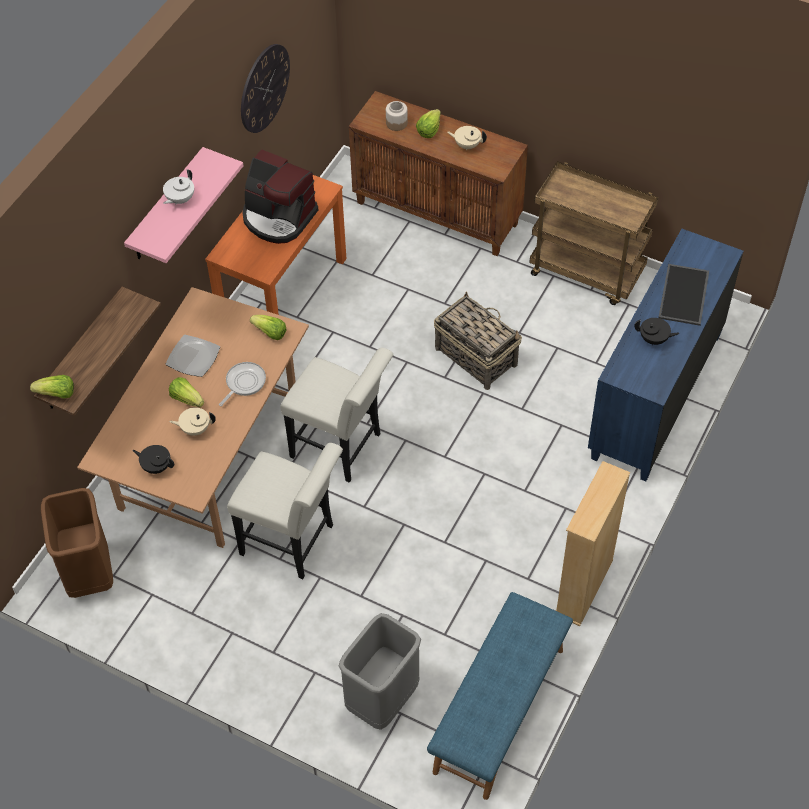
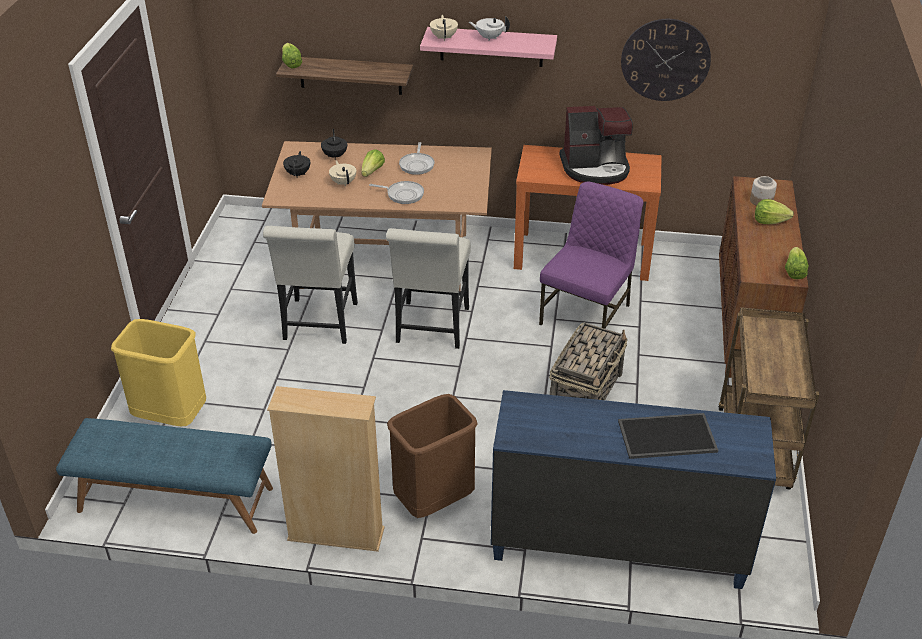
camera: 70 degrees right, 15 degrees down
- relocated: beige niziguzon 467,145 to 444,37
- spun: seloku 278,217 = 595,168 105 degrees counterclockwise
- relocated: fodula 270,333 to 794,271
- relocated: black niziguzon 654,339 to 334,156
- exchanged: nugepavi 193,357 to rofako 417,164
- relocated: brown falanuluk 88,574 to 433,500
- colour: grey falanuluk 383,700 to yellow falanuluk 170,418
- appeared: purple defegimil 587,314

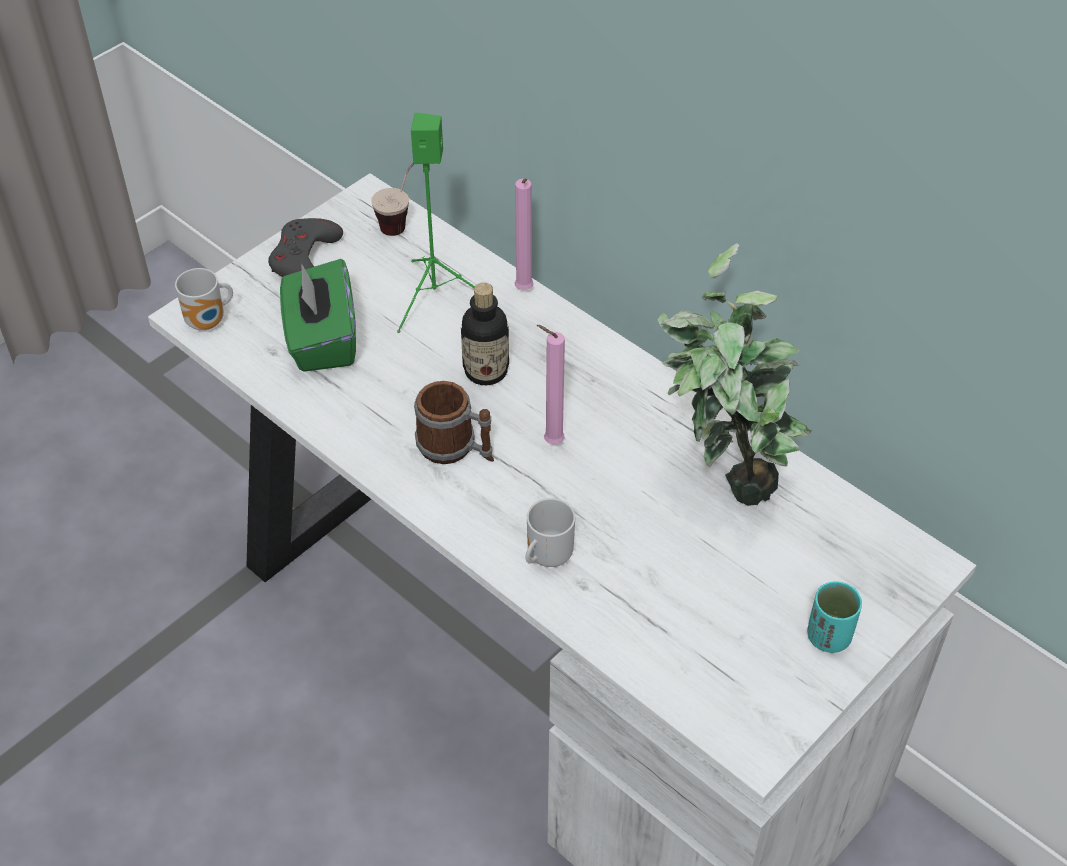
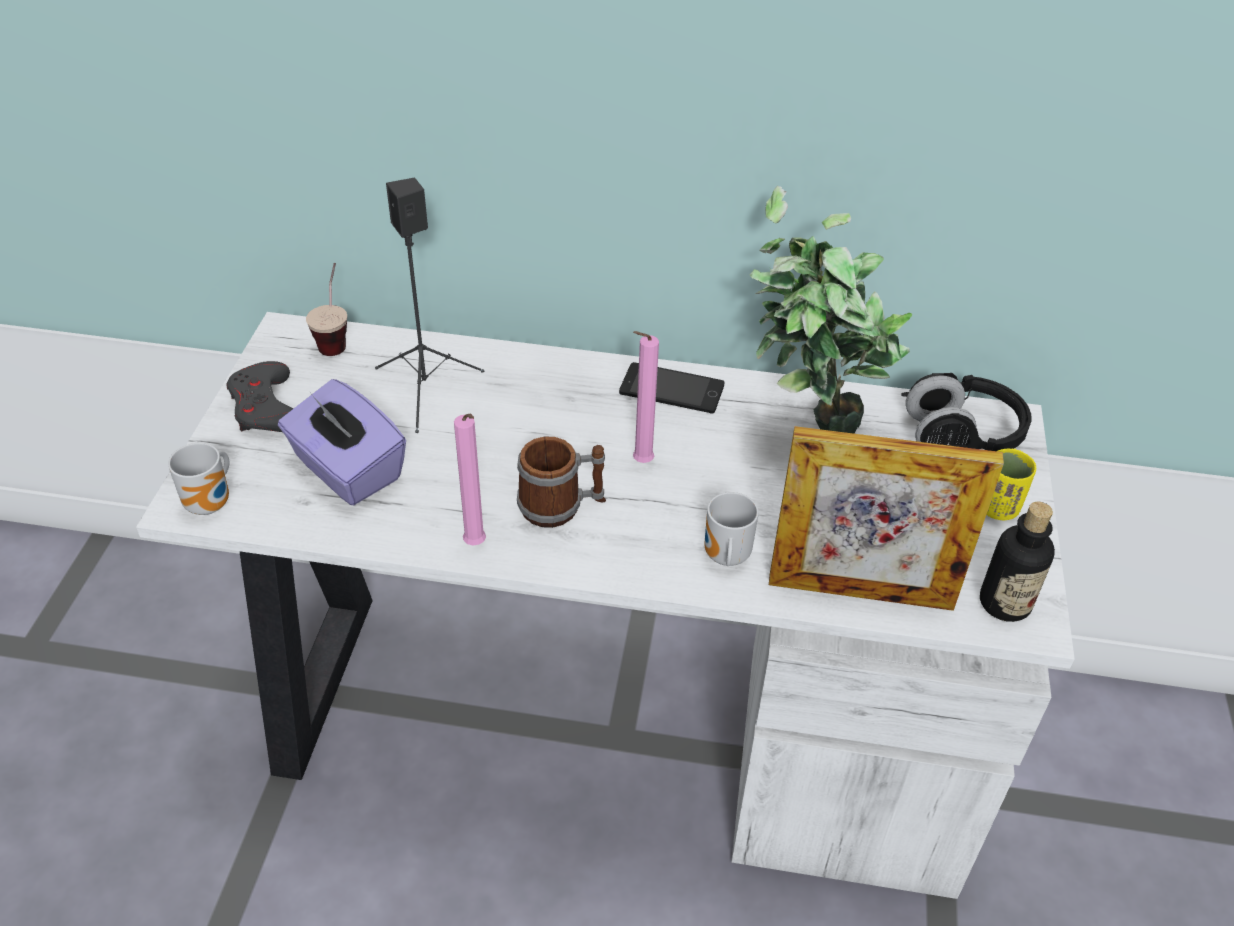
camera: 35 degrees left, 5 degrees down
- colour: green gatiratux 434,298 to black gatiratux 426,390
- relocated: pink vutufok 523,291 to 476,546
- colour: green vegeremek 322,340 to purple vegeremek 347,470
- relocated: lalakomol 486,371 to 1004,603
- colour: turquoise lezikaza 828,637 to yellow lezikaza 997,508
- appeared: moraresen 671,389
- appeared: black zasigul 961,436
- appeared: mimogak 860,592

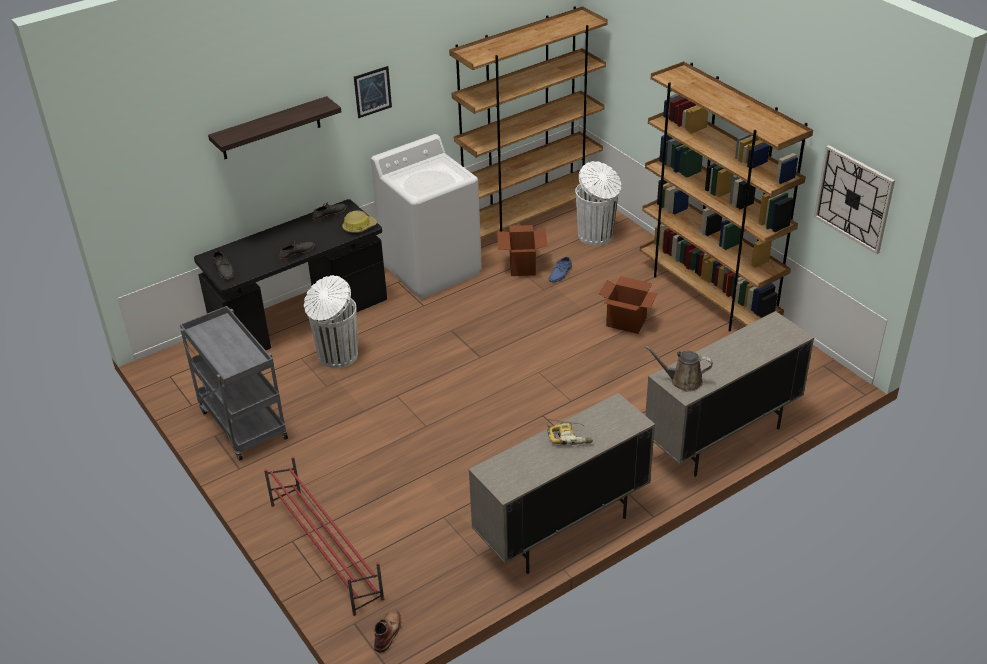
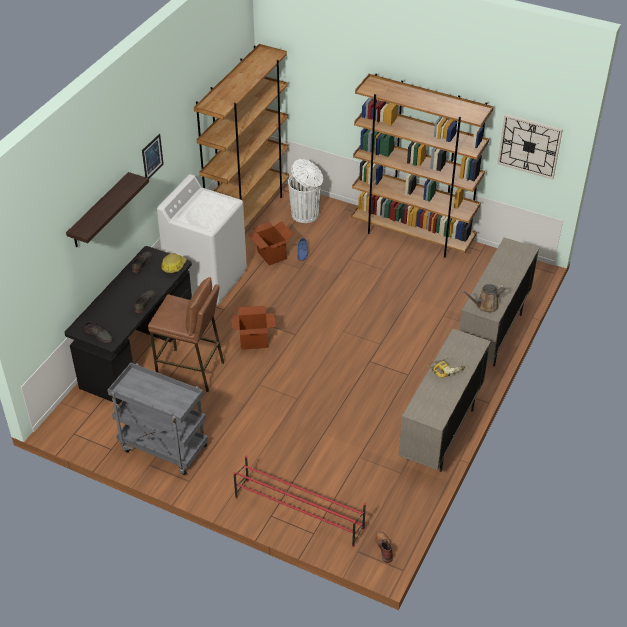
camera: 30 degrees left, 5 degrees up
- exchanged: white falanuluk 337,356 to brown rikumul 191,371
- relocated: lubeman 626,322 to 254,341

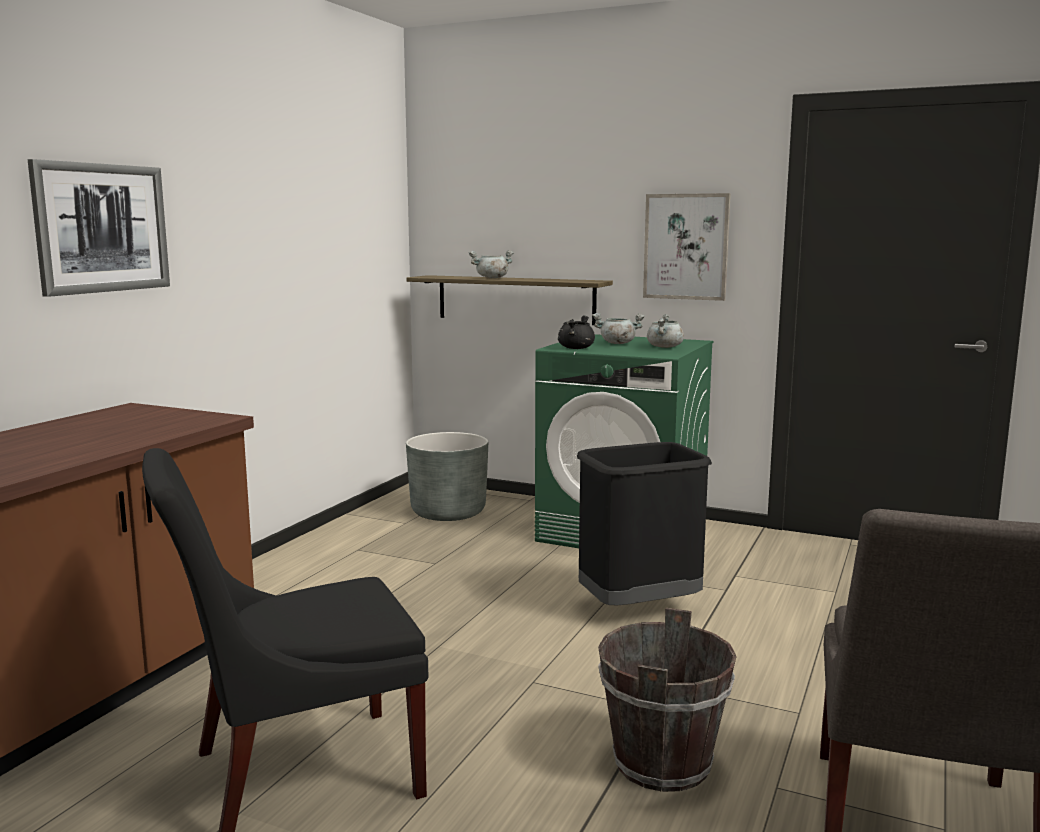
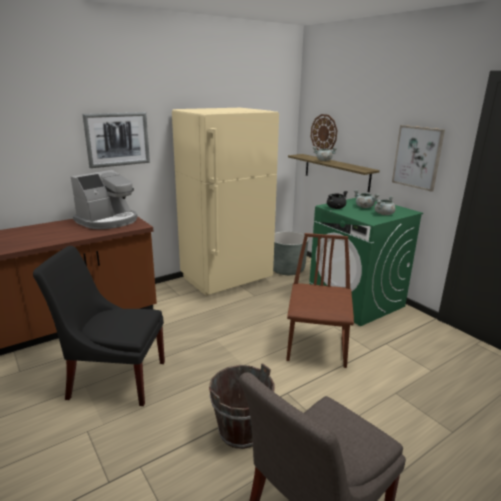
camera: 30 degrees right, 10 degrees up
- exchanged: black falanuluk 639,607 to brown defegimil 317,346
- appeared: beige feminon 227,279
- appeared: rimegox 324,133
- appeared: seloku 108,221

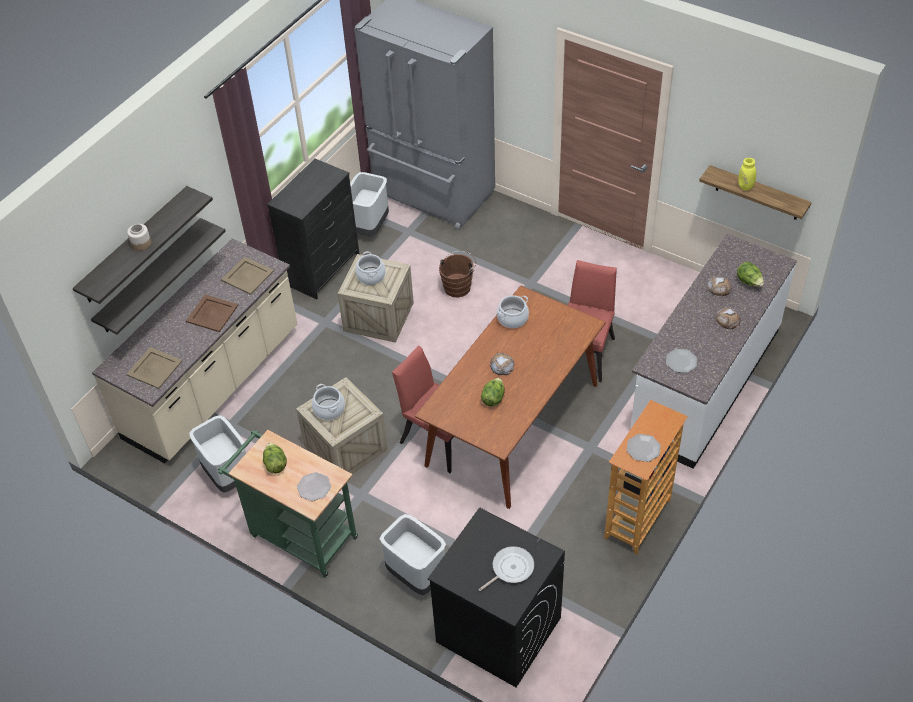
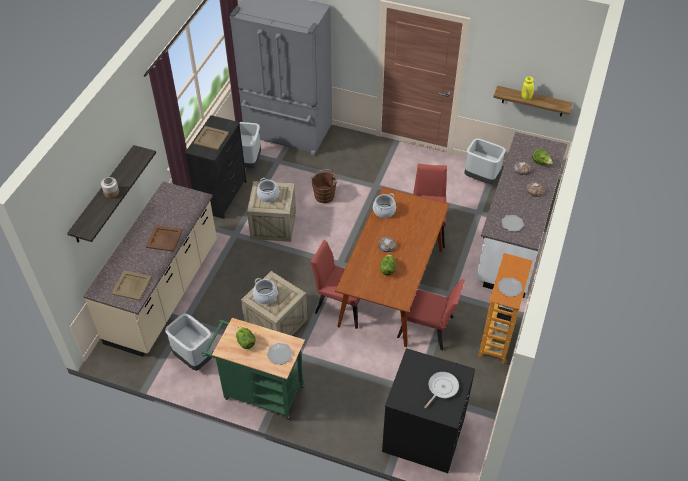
camera: 15 degrees left, 0 degrees up
- missing: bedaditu 150,276
- relocated: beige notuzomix 247,276 to 211,138
- relocated: grey falanuluk 415,576 to 481,178
- appeared: red defegimil 429,329

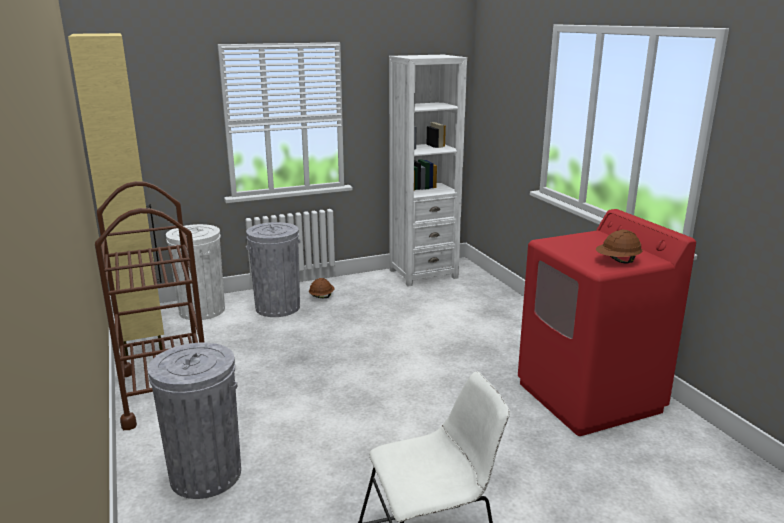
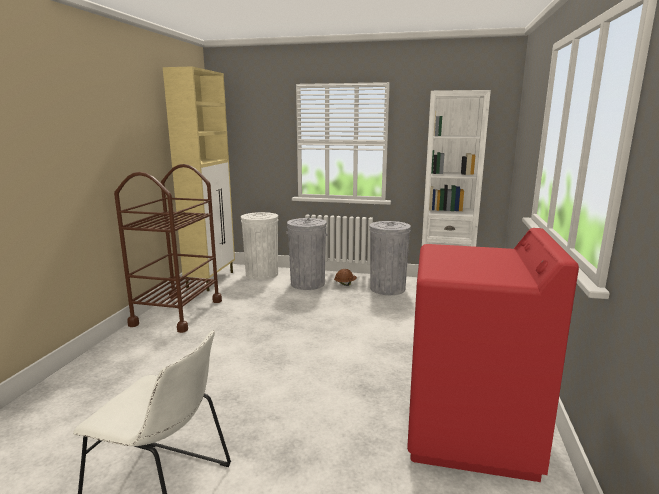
camera: 35 degrees right, 5 degrees down
- missing: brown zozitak 617,261
- relocated: grey falanuluk 206,474 to 387,288

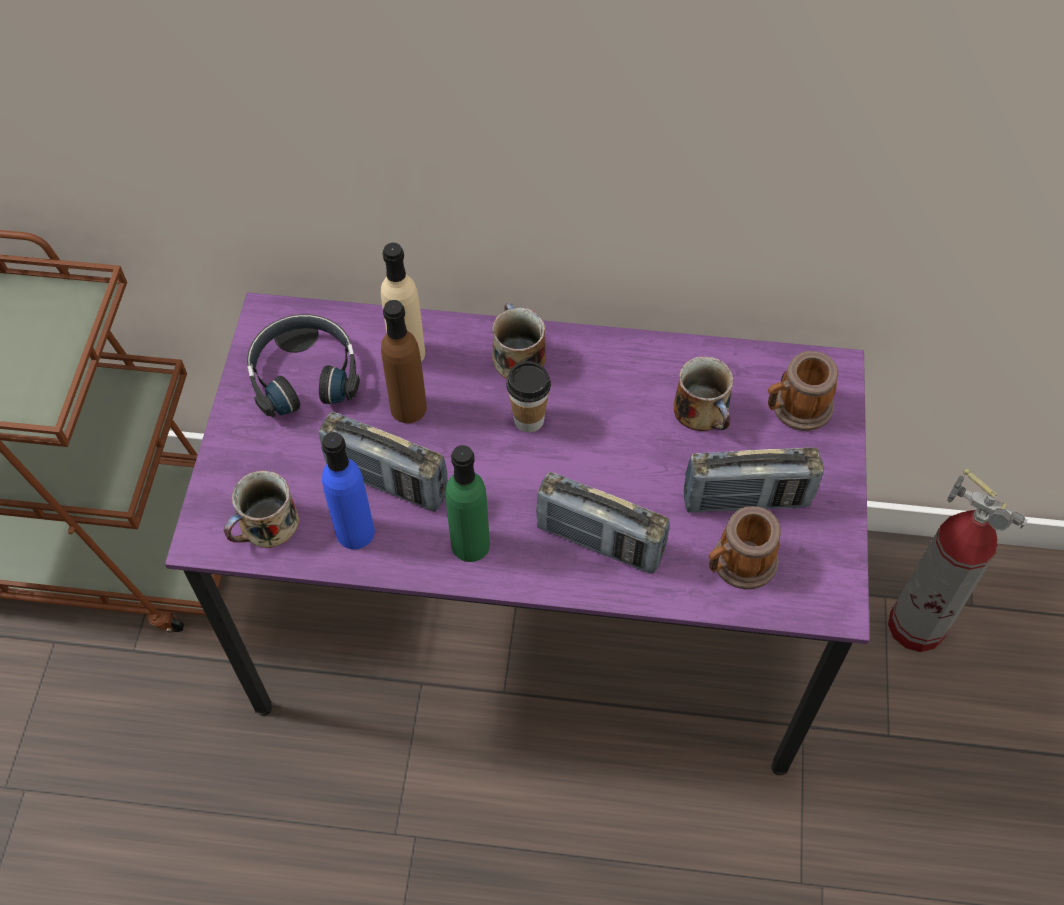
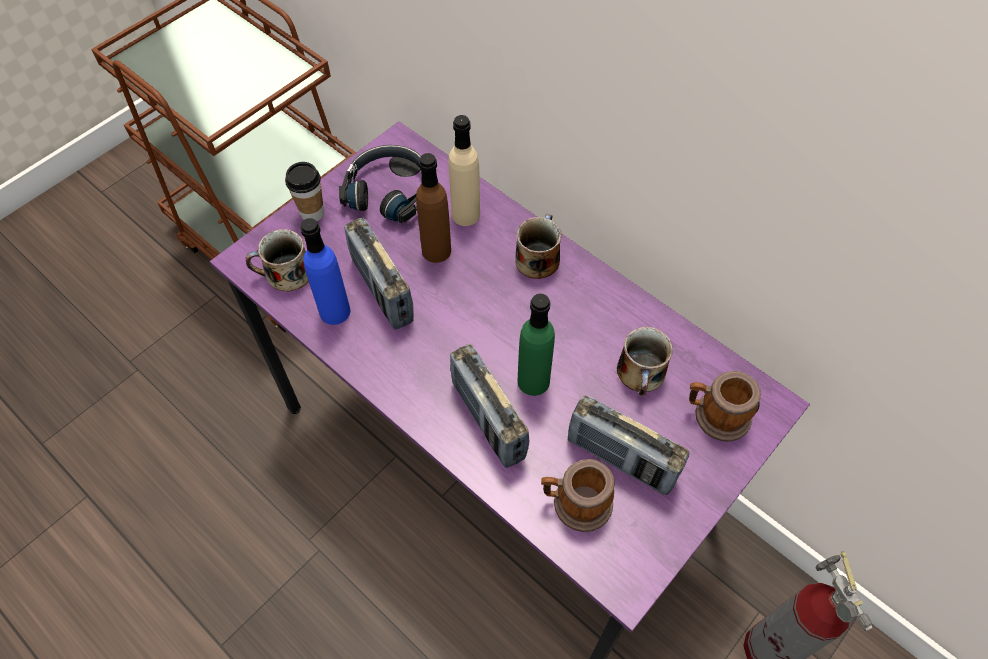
camera: 35 degrees right, 0 degrees up
- relocated: lezikaza 529,420 to 312,213
- relocated: green lalakomol 470,544 to 533,381

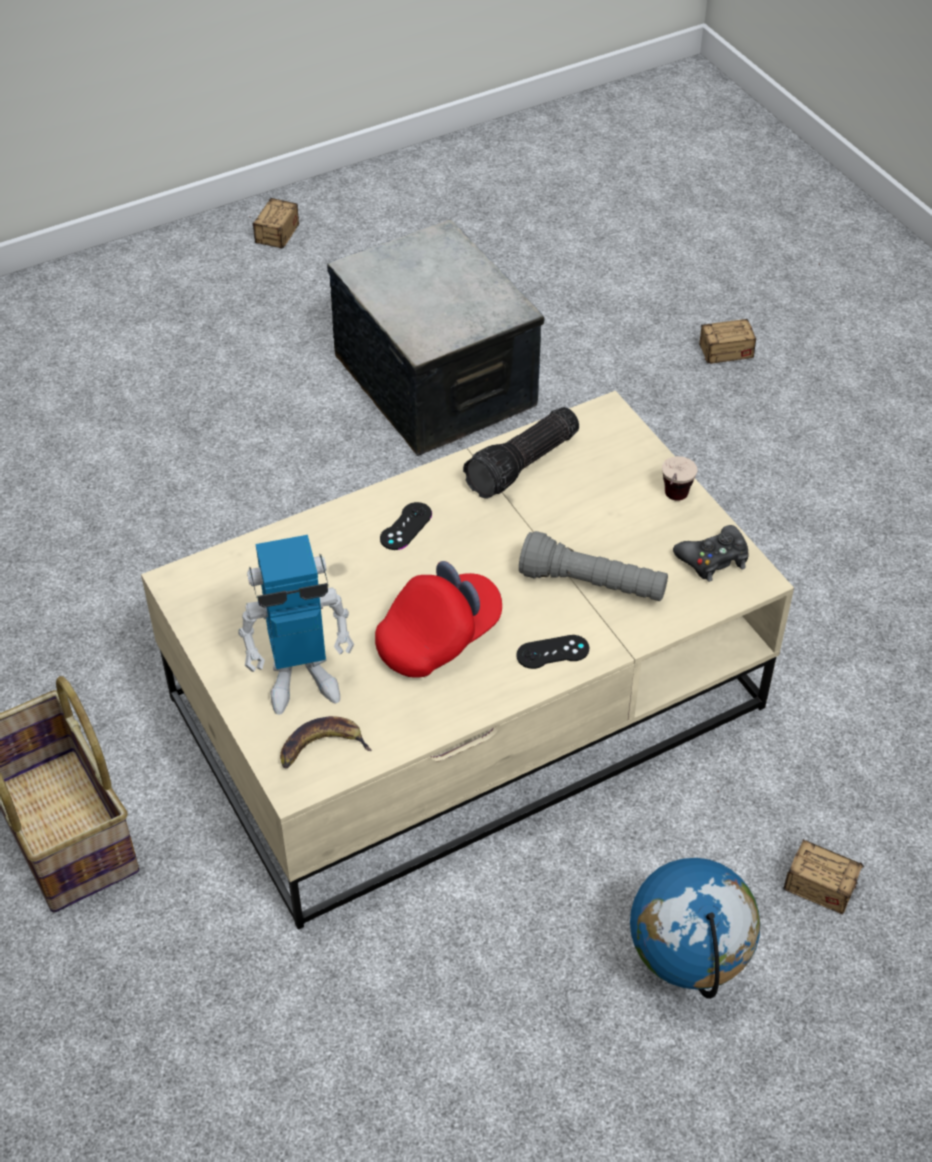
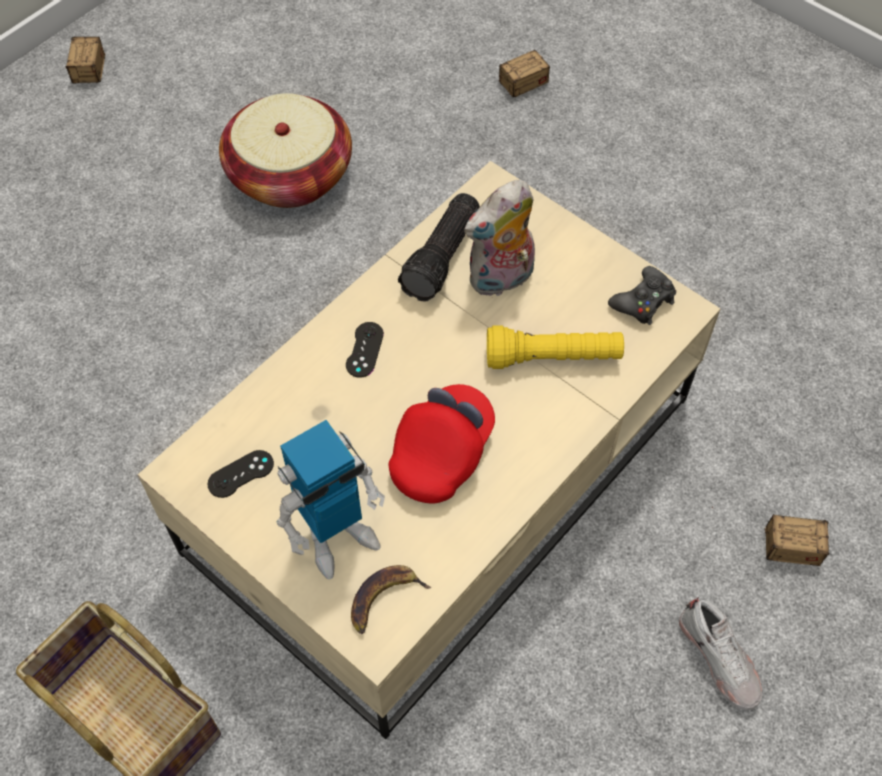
camera: 20 degrees left, 10 degrees up
- exchanged: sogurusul 436,380 to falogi 290,175
- missing: lezikaza 673,502
- colour: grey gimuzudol 592,585 to yellow gimuzudol 553,358
- relocated: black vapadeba 552,652 to 241,474
- exchanged: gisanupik 686,969 to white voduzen 719,659
- appeared: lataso 501,280

